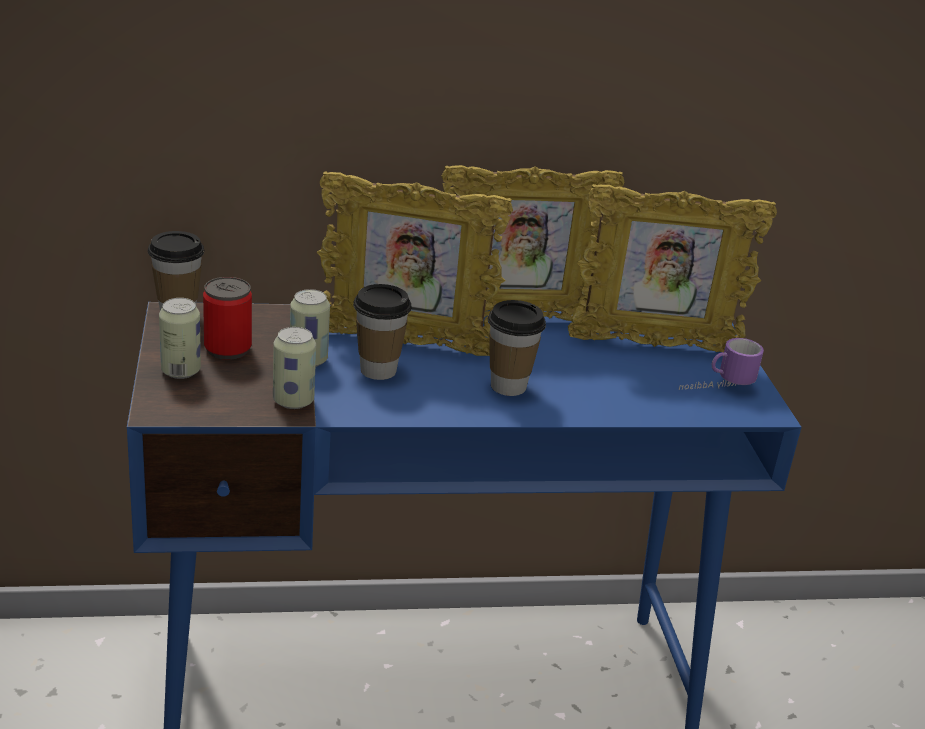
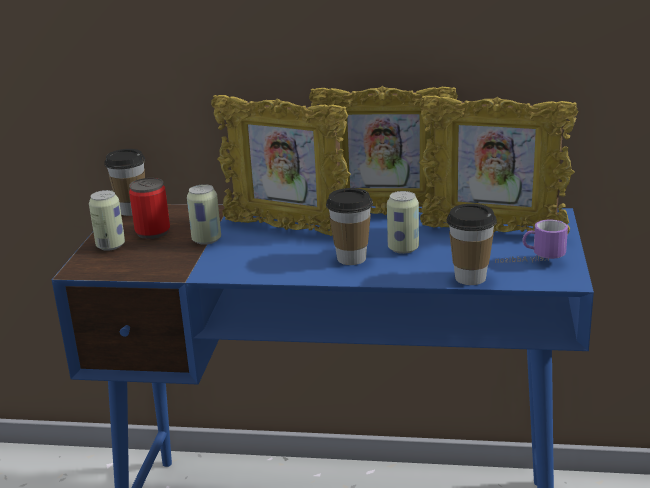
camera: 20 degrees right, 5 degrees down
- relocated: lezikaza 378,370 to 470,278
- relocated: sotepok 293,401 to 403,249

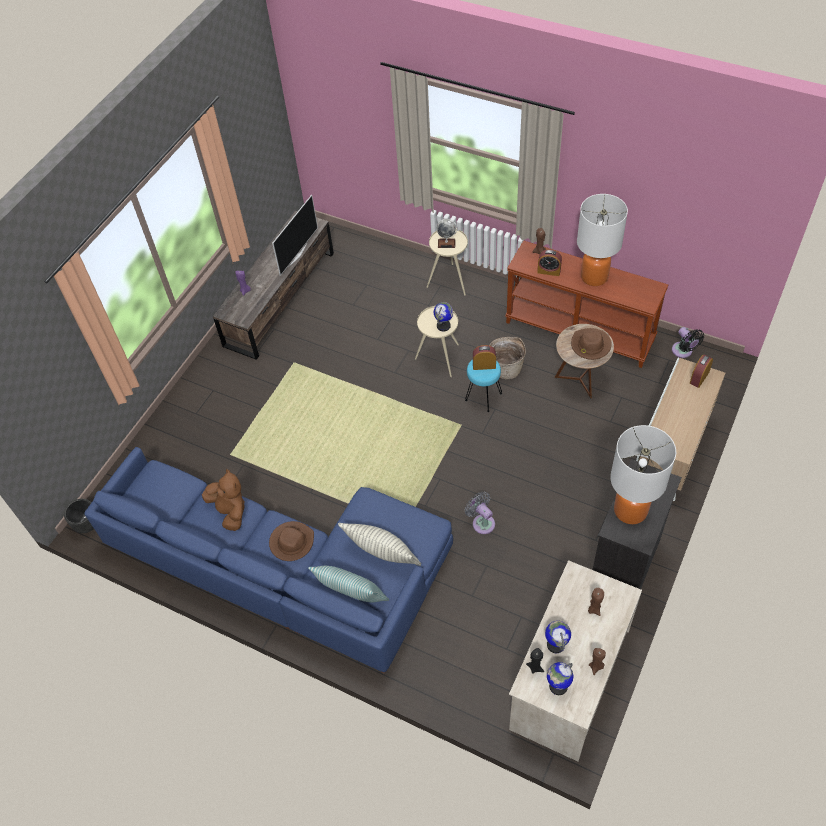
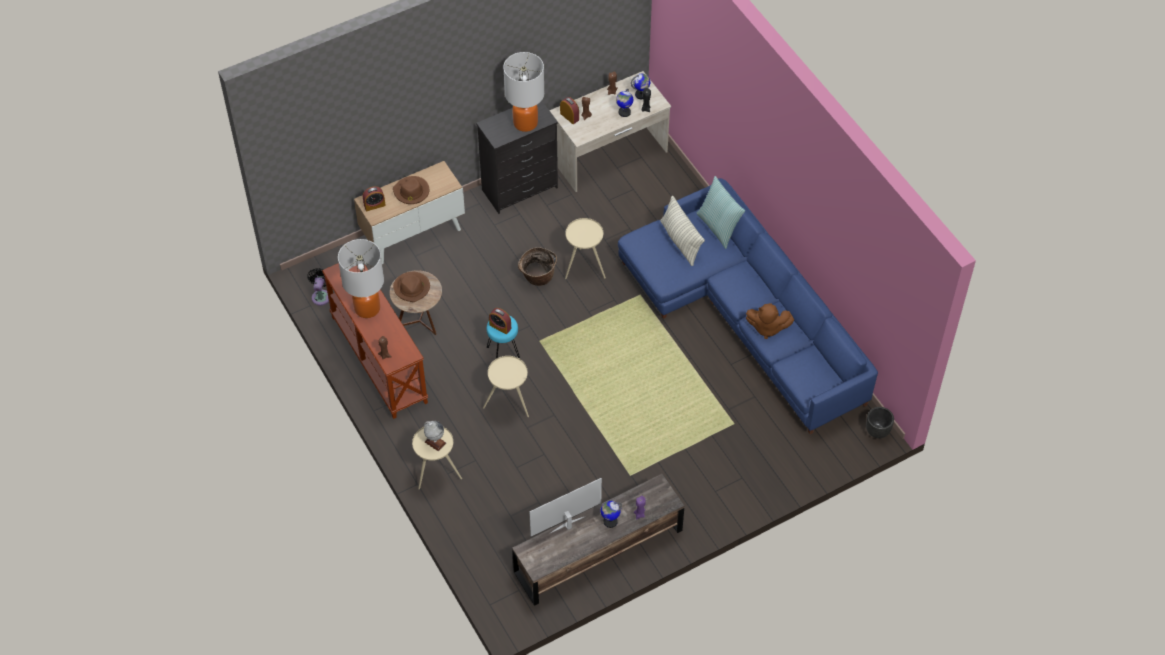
camera: 150 degrees left, 0 degrees up
- relocated: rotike 549,271 to 569,116
- relocated: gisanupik 443,326 to 610,521
- relocated: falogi 506,368 to 537,277
- spun: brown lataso 230,511 = 767,328 75 degrees counterclockwise
- exchanged: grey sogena 482,522 to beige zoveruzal 584,267
- relocated: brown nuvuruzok 291,542 to 411,192

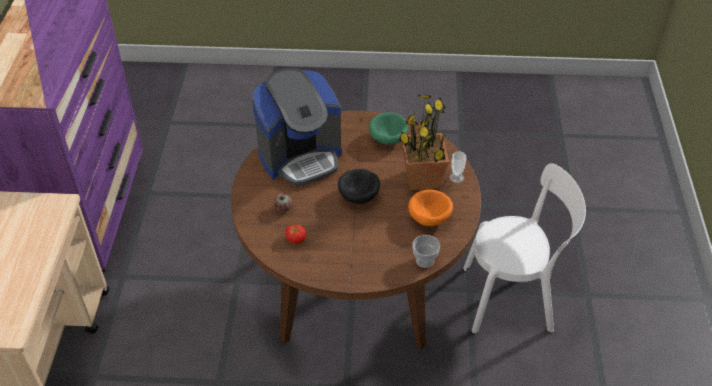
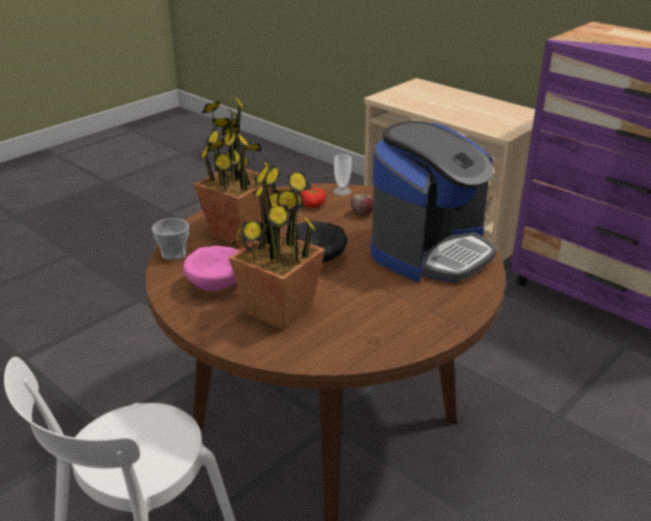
camera: 130 degrees right, 15 degrees down
- spun: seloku 300,156 = 431,251 150 degrees counterclockwise
- missing: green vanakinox 387,139
- relocated: lezikaza 456,177 to 342,191
- colour: orange vanakinox 428,217 to pink vanakinox 218,284
- appeared: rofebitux 239,233

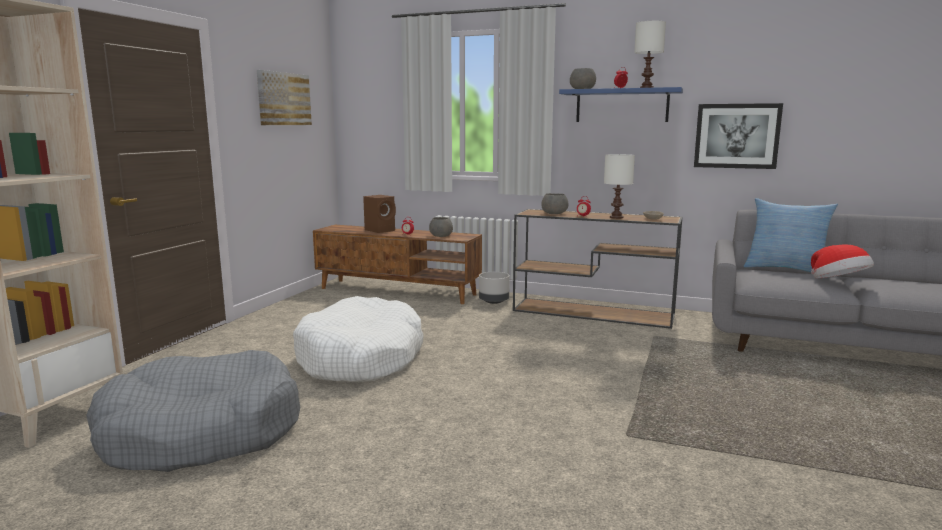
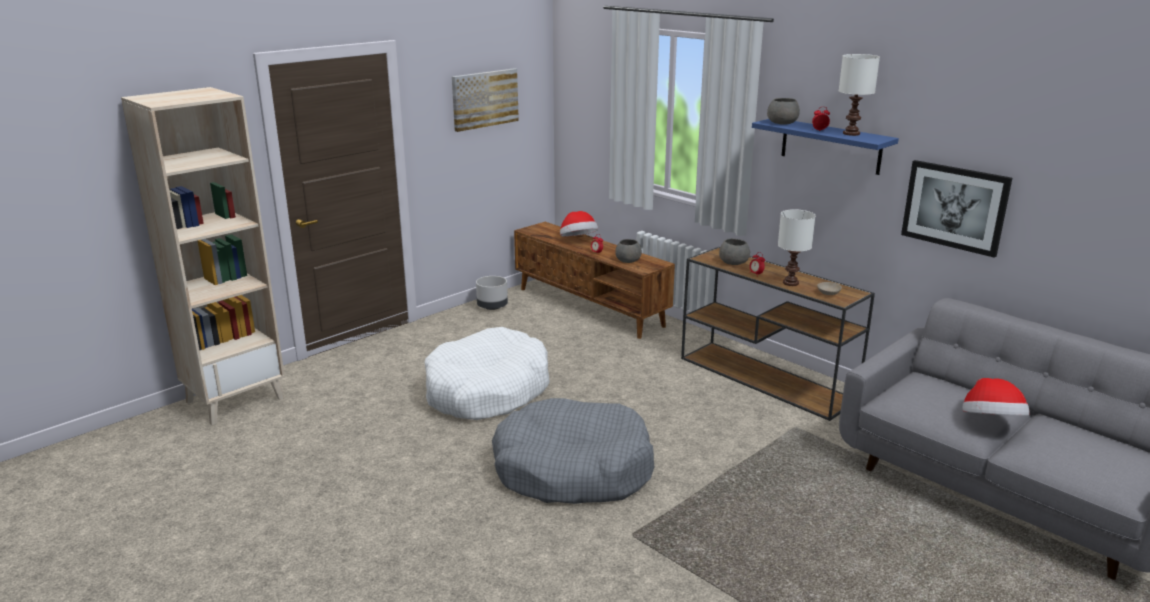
camera: 25 degrees right, 10 degrees up
- exchanged: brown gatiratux 381,230 to nuvuruzok 578,240
- missing: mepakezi 785,269
- relocated: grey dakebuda 494,301 to 492,307
- relocated: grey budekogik 201,432 to 572,469

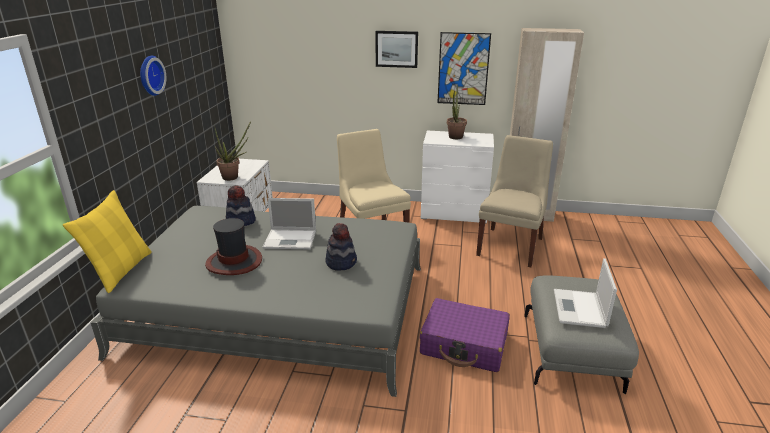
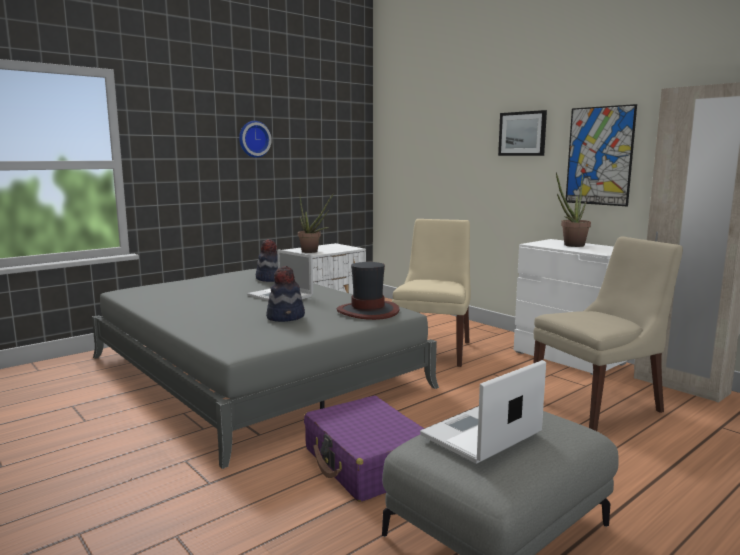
camera: 40 degrees right, 15 degrees down
- missing: yellow mepakezi 120,271
- relocated: nuvuruzok 234,261 to 368,311

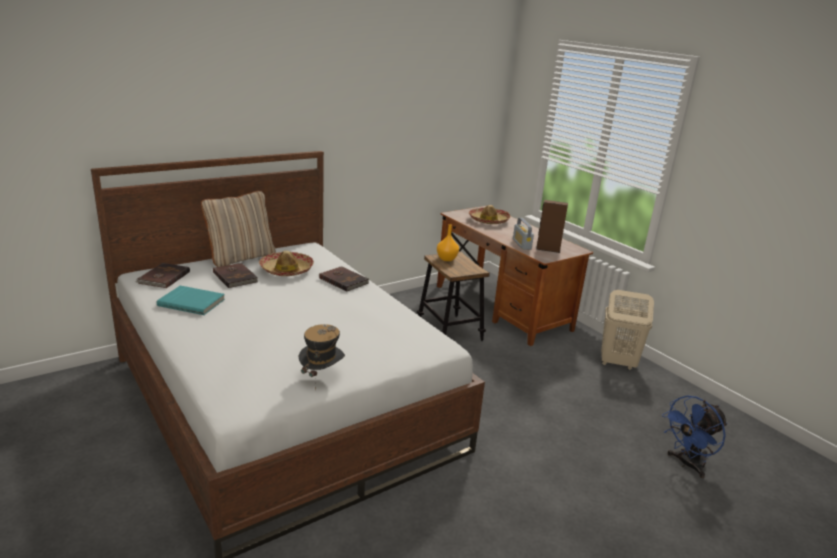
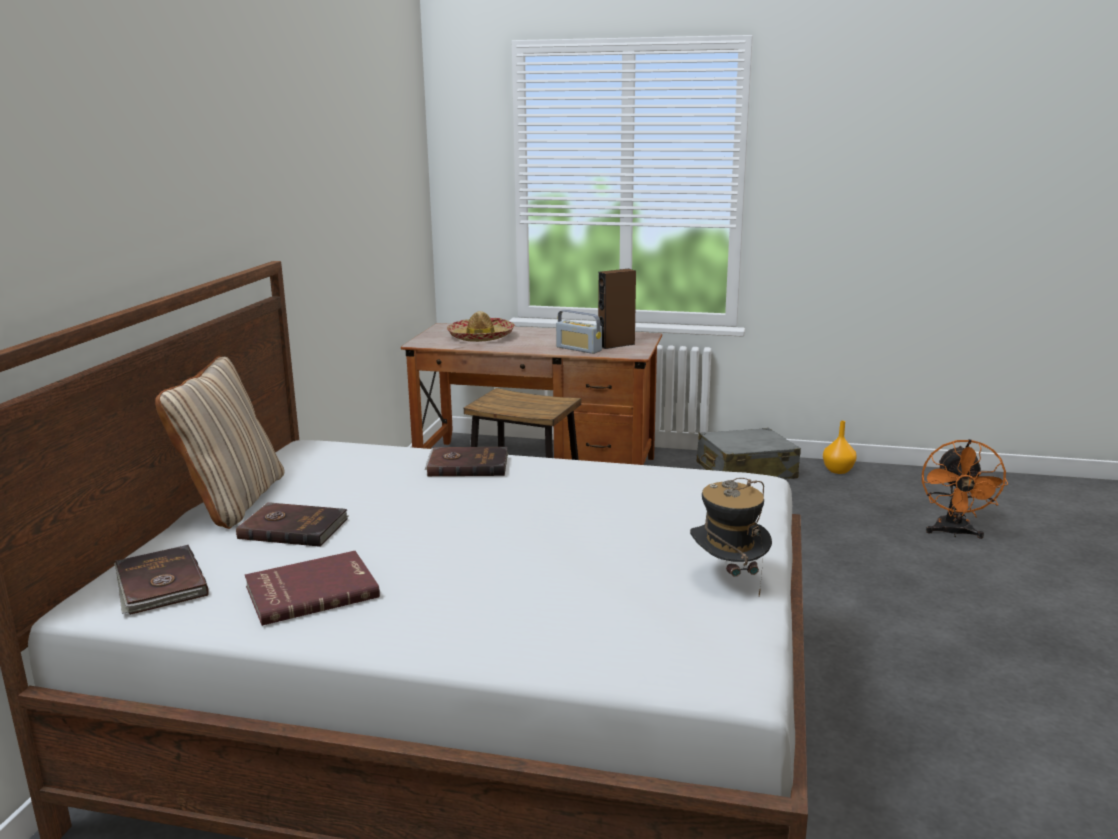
camera: 40 degrees left, 5 degrees down
- relocated: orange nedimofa 447,259 to 838,470
- missing: nuvuruzok 286,270
- colour: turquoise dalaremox 192,302 to red dalaremox 311,591
- exchanged: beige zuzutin 617,363 to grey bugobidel 745,471
- colour: blue sogena 687,464 to orange sogena 953,533

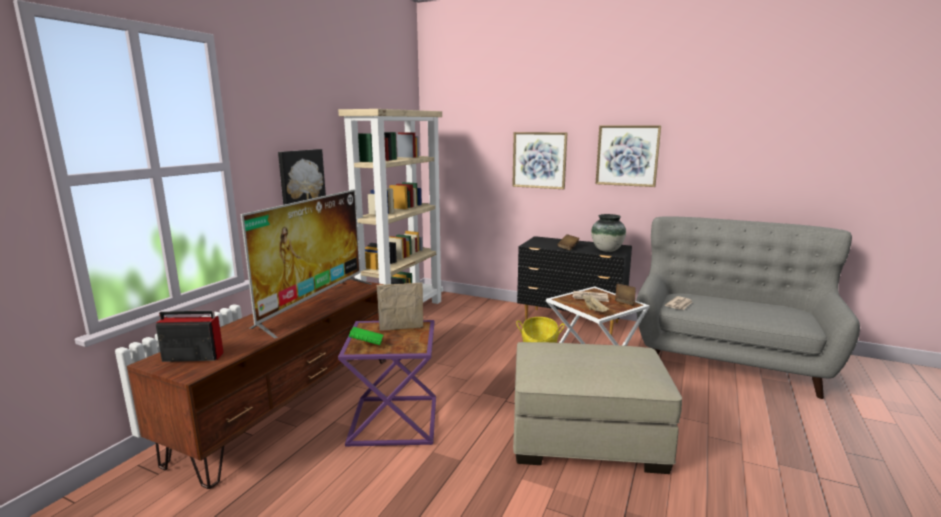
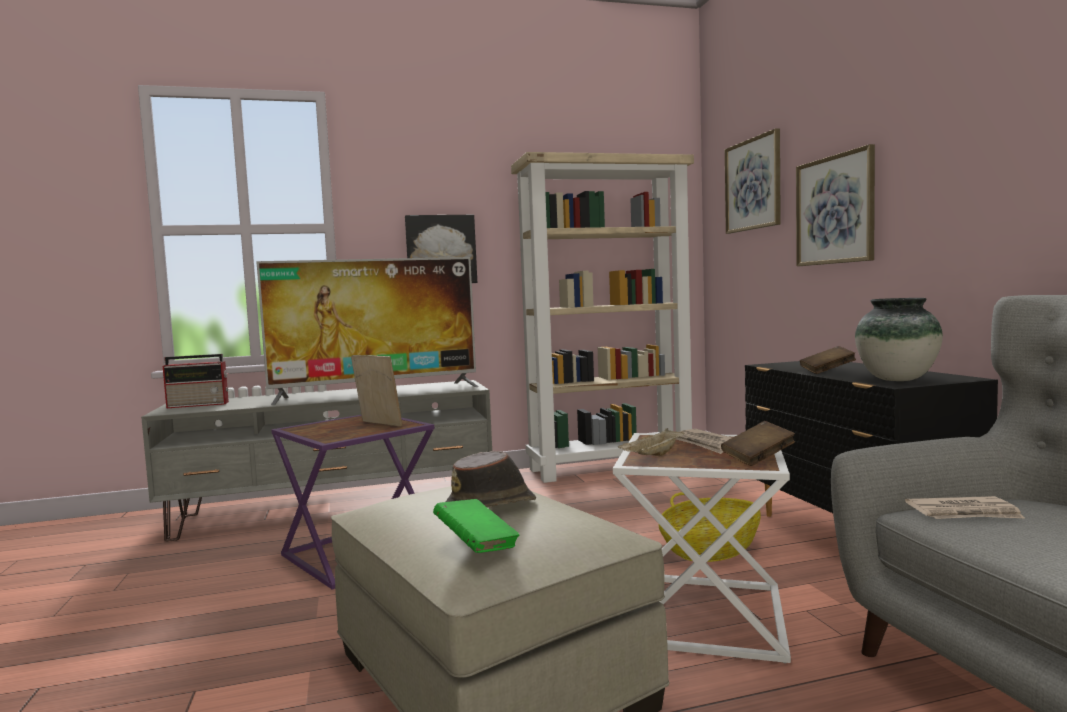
camera: 50 degrees right, 10 degrees down
- relocated: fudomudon 627,155 to 753,184
- colour: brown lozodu 293,404 to grey lozodu 337,509
- spun: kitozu 191,357 = 200,404 120 degrees clockwise
- relocated: green dalaremox 366,344 to 476,545
- appeared: brown nuvuruzok 491,506

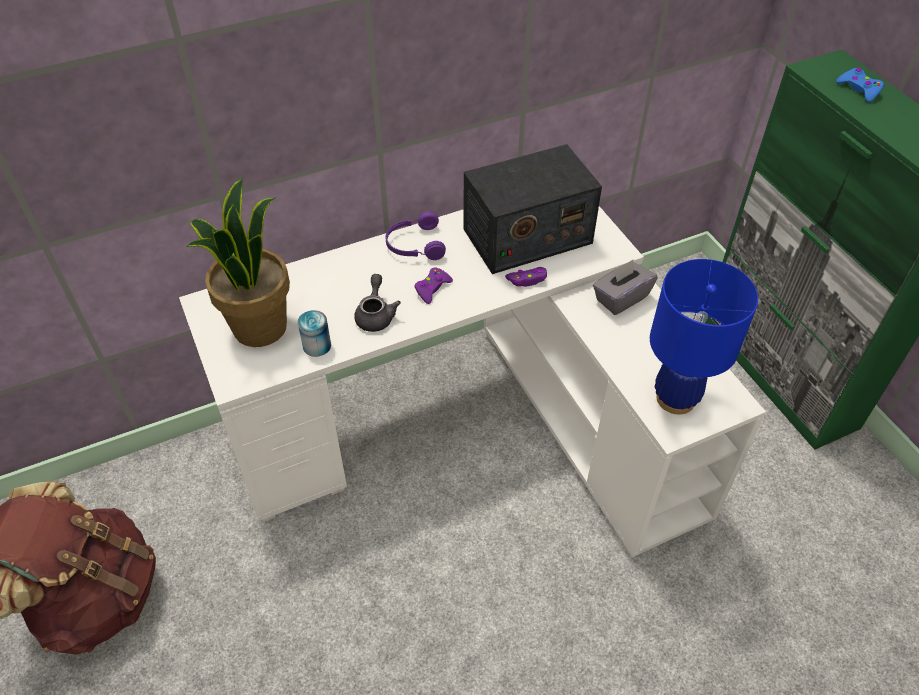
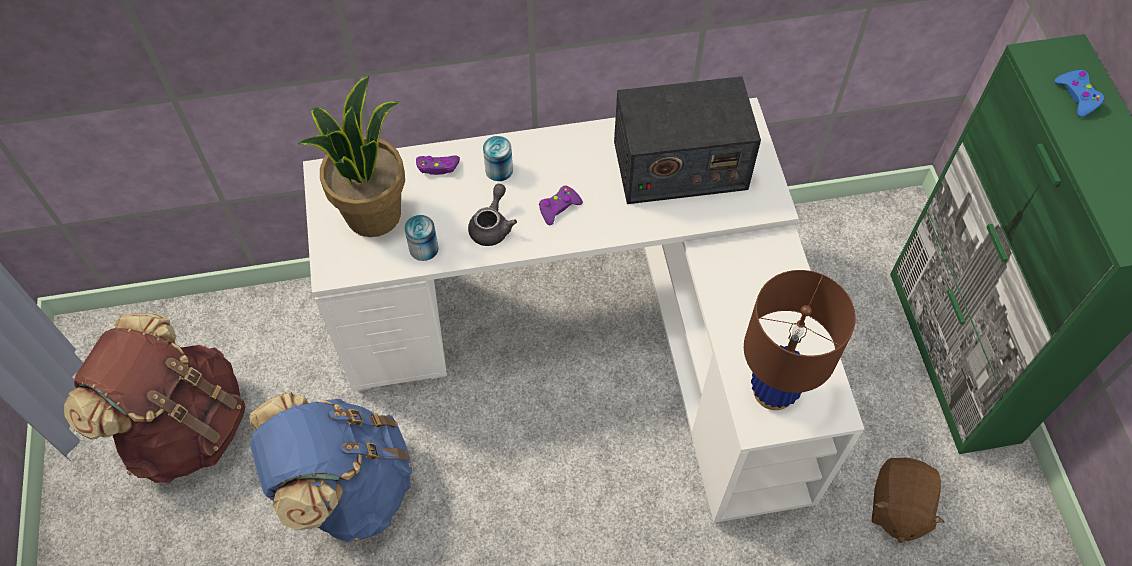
camera: 15 degrees right, 10 degrees up
- missing: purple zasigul 414,245
- missing: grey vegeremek 621,298
- colour: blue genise 676,398 to brown genise 774,391
- relocated: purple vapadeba 527,280 to 438,167
- appeared: sotepok 499,170
- appeared: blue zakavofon 346,486
- appeared: brown lataso 898,507

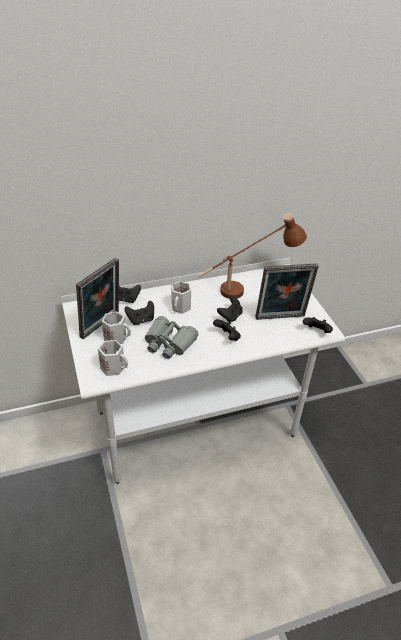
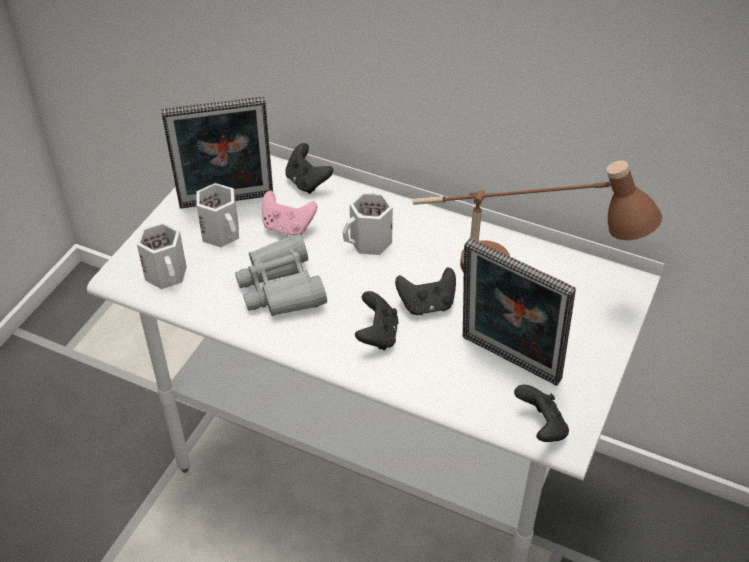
camera: 45 degrees right, 5 degrees up
- colour: black vapadeba 141,320 to pink vapadeba 287,227

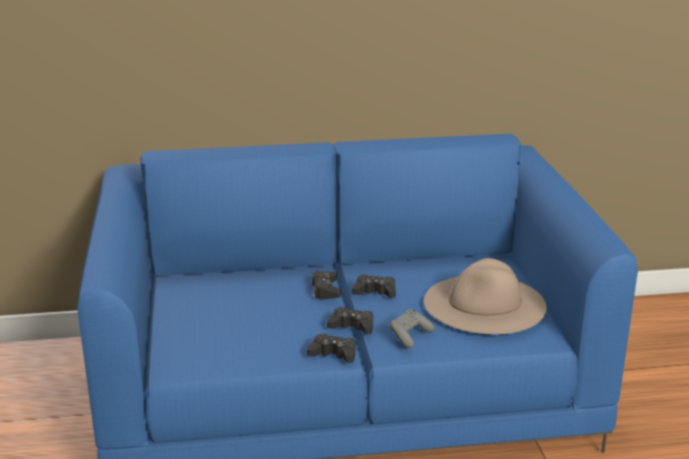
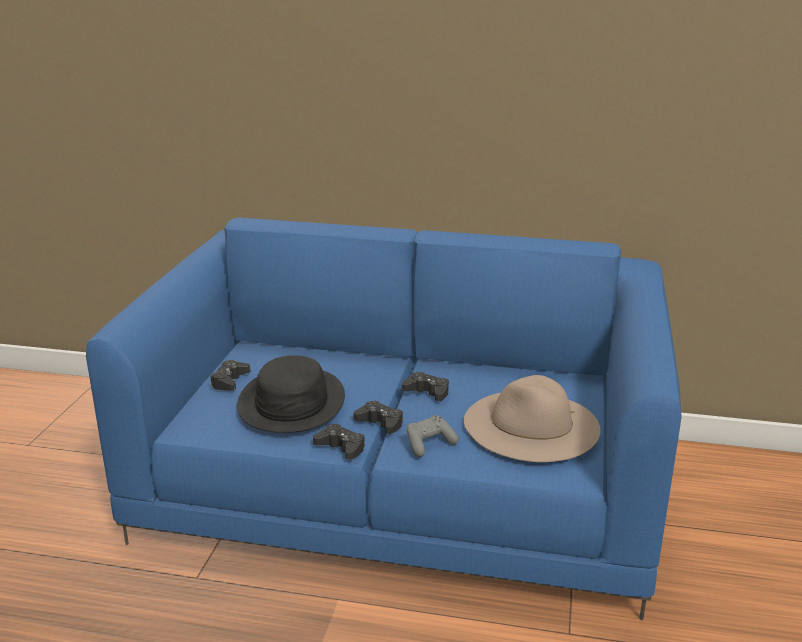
camera: 20 degrees right, 0 degrees up
- relocated: black vapadeba 325,290 to 230,381
- appeared: black nuvuruzok 291,402

